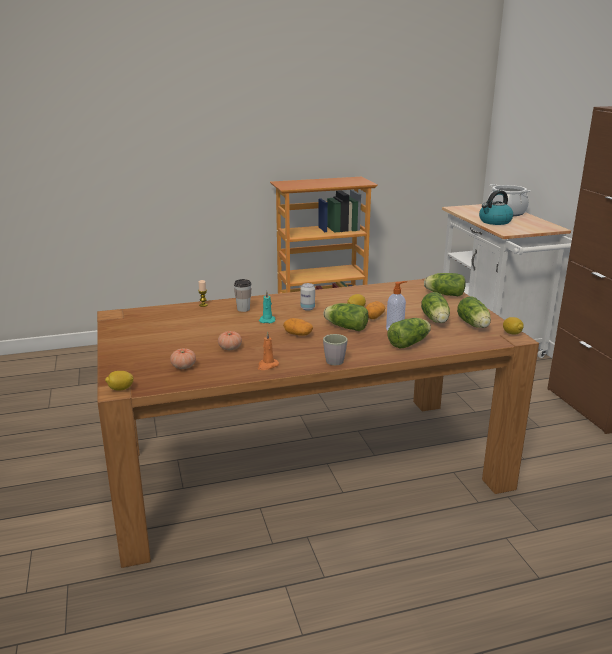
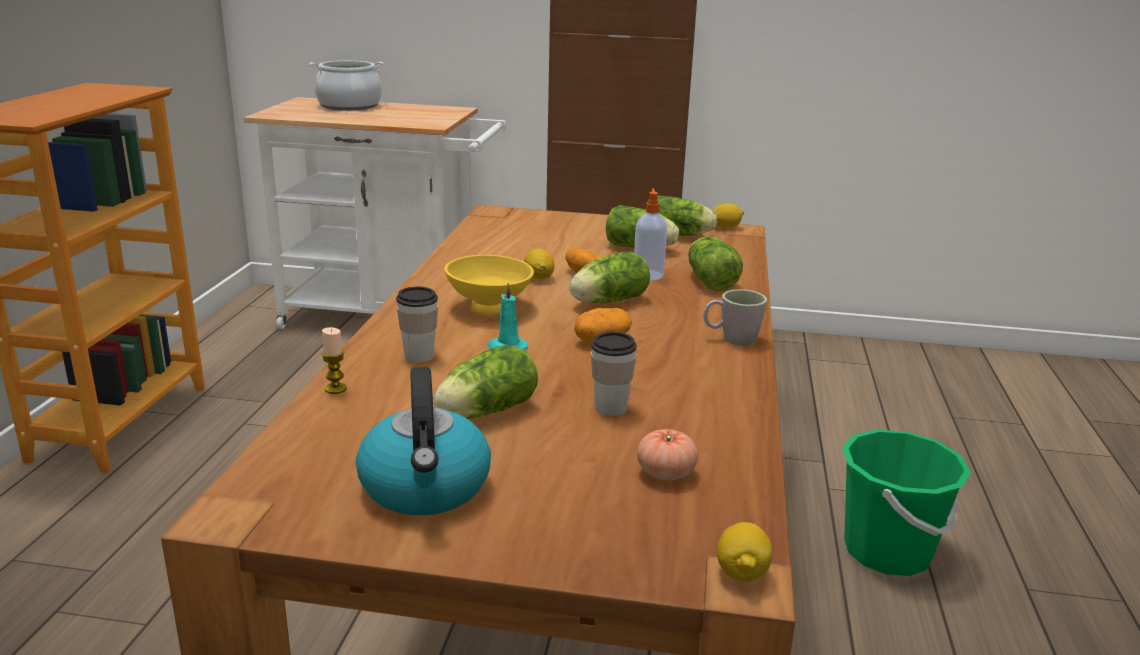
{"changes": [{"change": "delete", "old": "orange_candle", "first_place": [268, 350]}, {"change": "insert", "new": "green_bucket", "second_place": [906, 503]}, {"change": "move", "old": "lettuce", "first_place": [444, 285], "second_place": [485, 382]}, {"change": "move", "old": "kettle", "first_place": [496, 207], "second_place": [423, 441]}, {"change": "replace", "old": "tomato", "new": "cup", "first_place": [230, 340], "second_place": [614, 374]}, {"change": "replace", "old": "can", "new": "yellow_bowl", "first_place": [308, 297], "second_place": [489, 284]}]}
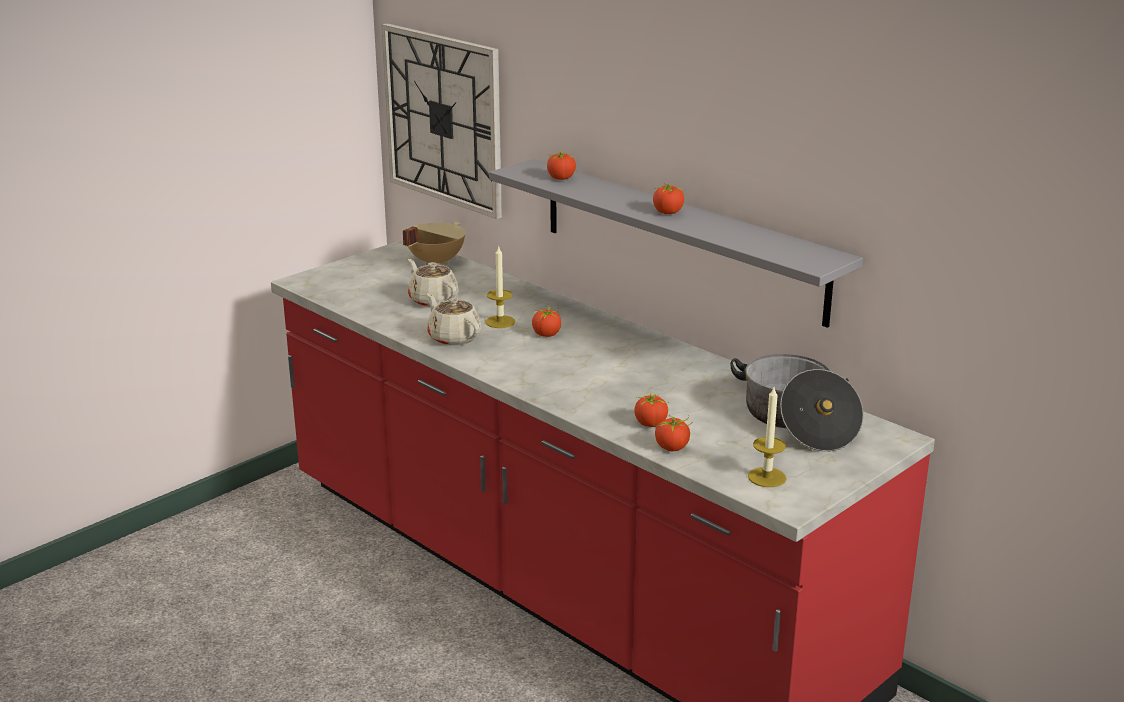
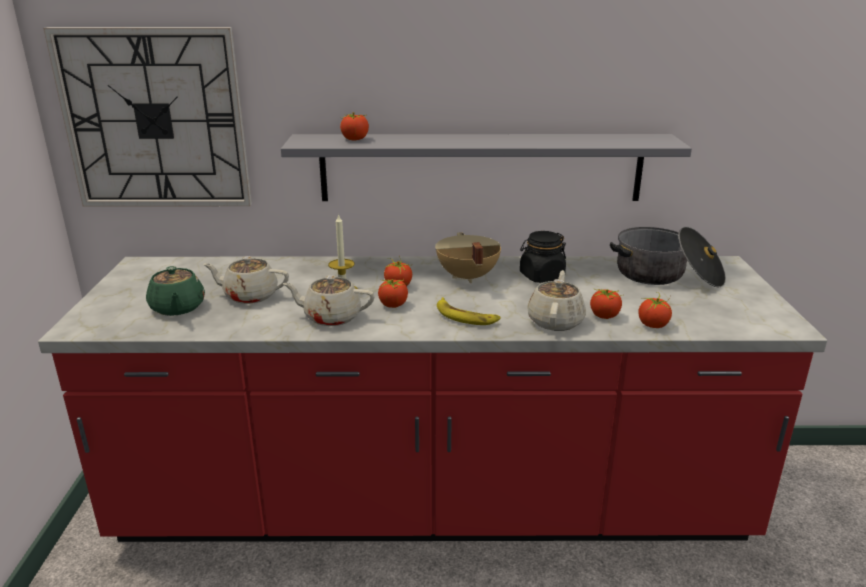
{"changes": [{"change": "delete", "old": "candle", "first_place": [767, 437]}, {"change": "insert", "new": "green_teapot", "second_place": [175, 291]}, {"change": "insert", "new": "banana", "second_place": [469, 311]}, {"change": "insert", "new": "black_jar", "second_place": [543, 257]}, {"change": "insert", "new": "beige_teapot", "second_place": [556, 300]}, {"change": "move", "old": "beige_cooking_pot", "first_place": [434, 243], "second_place": [468, 257]}, {"change": "move", "old": "tomato", "first_place": [668, 198], "second_place": [393, 293]}]}
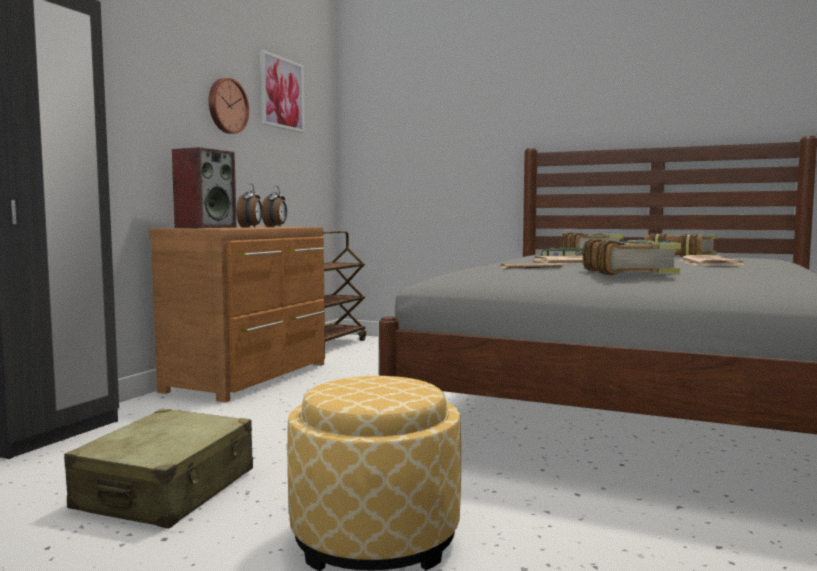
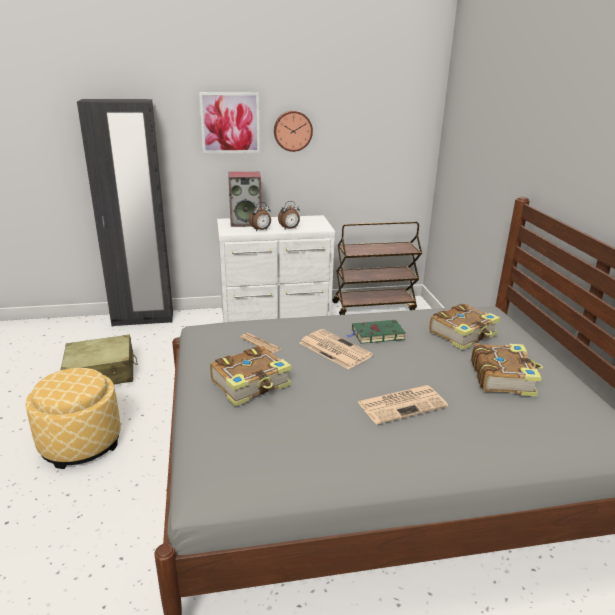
{"changes": [{"change": "move", "old": "picture", "first_place": [282, 91], "second_place": [229, 122]}, {"change": "recolor", "old": "brown_dresser", "new": "white_dresser", "first_place": [237, 314], "second_place": [276, 268]}]}
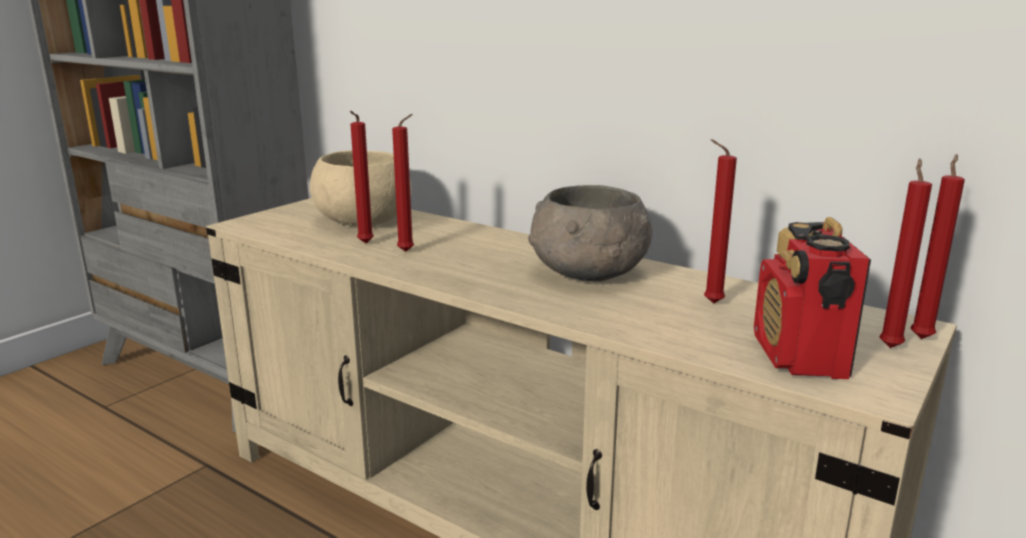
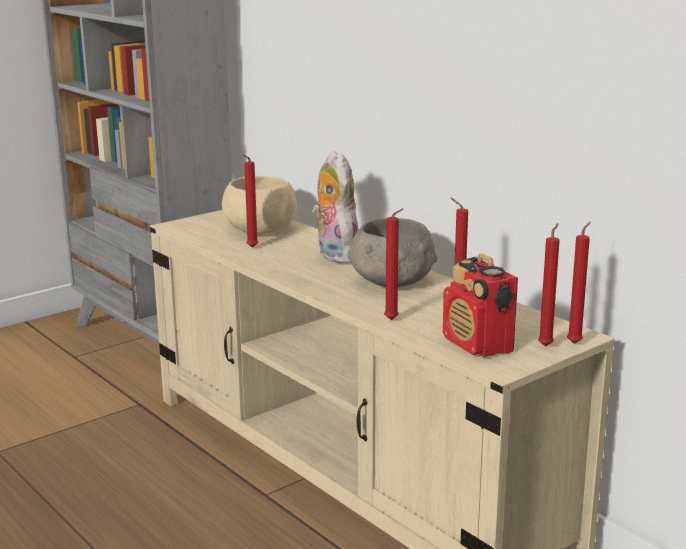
{"changes": [{"change": "insert", "new": "plush_toy", "second_place": [335, 206]}, {"change": "move", "old": "red_candle", "first_place": [403, 183], "second_place": [393, 264]}, {"change": "rotate", "old": "radio", "first_place": [812, 298], "second_place": [480, 305], "degrees": -45}]}
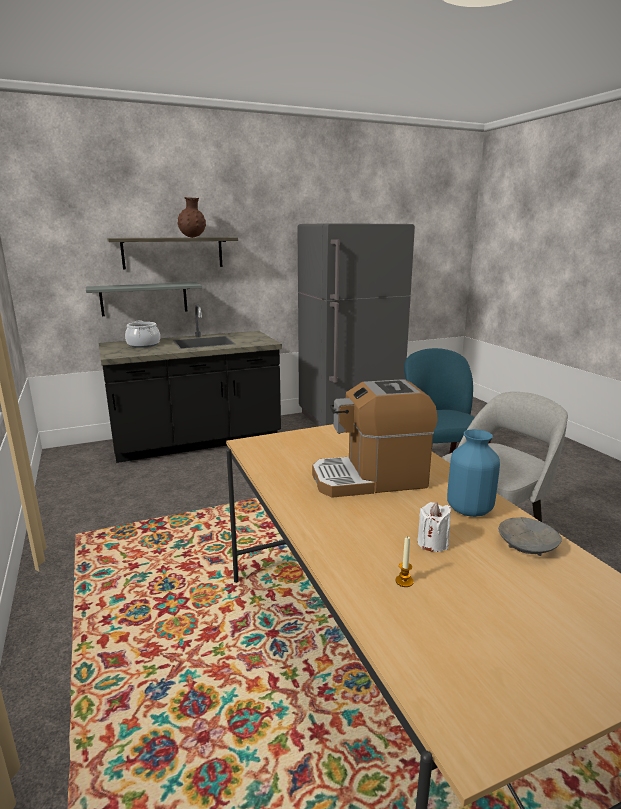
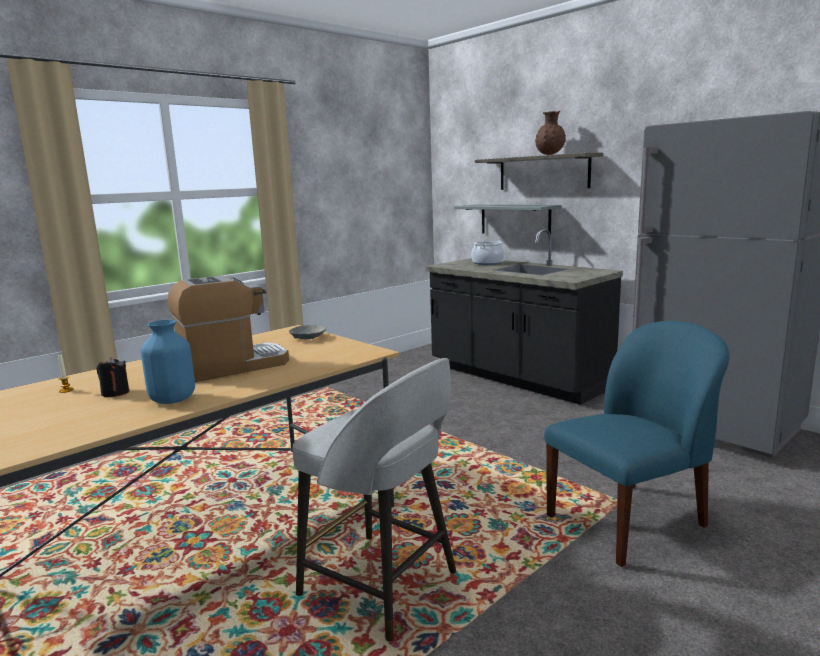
{"changes": [{"change": "move", "old": "grey_bowl", "first_place": [530, 536], "second_place": [307, 332]}, {"change": "recolor", "old": "white_candle", "new": "black_candle", "first_place": [434, 527], "second_place": [113, 377]}, {"change": "rotate", "old": "coffee_machine", "first_place": [375, 438], "second_place": [228, 329], "degrees": 90}]}
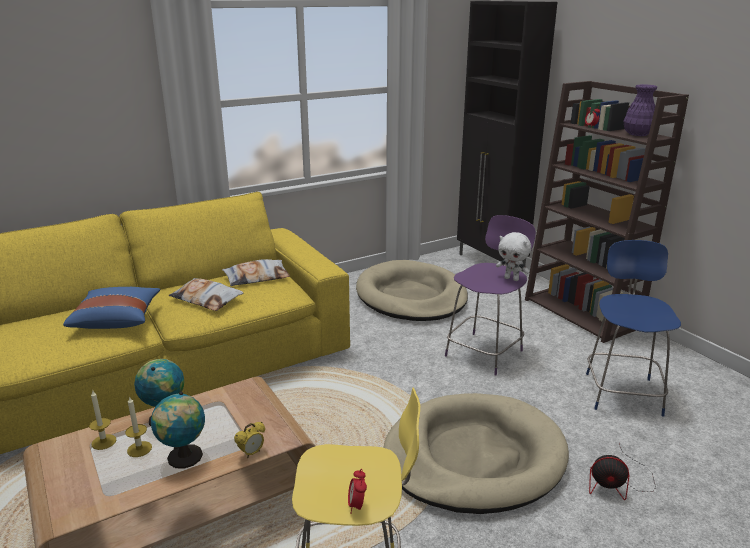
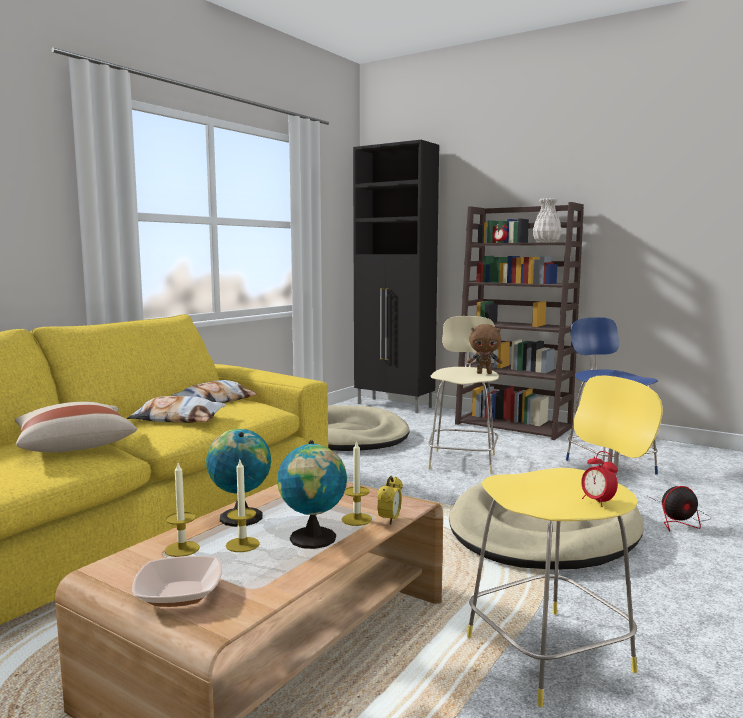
{"changes": [{"change": "insert", "new": "bowl", "second_place": [177, 581]}, {"change": "insert", "new": "candle", "second_place": [357, 483]}, {"change": "recolor", "old": "blue_pillow", "new": "beige_pillow", "first_place": [111, 308], "second_place": [76, 427]}, {"change": "recolor", "old": "purple_stool", "new": "beige_stool", "first_place": [490, 295], "second_place": [463, 395]}, {"change": "recolor", "old": "white_plush_toy", "new": "brown_plush_toy", "first_place": [513, 256], "second_place": [484, 349]}, {"change": "recolor", "old": "purple_vase", "new": "white_vase", "first_place": [640, 110], "second_place": [547, 220]}]}
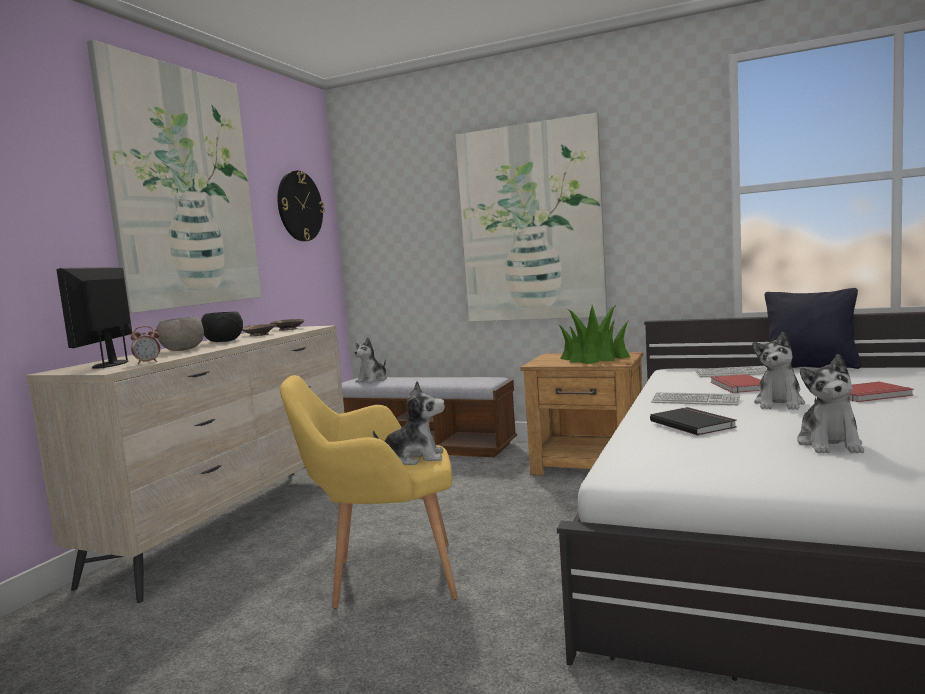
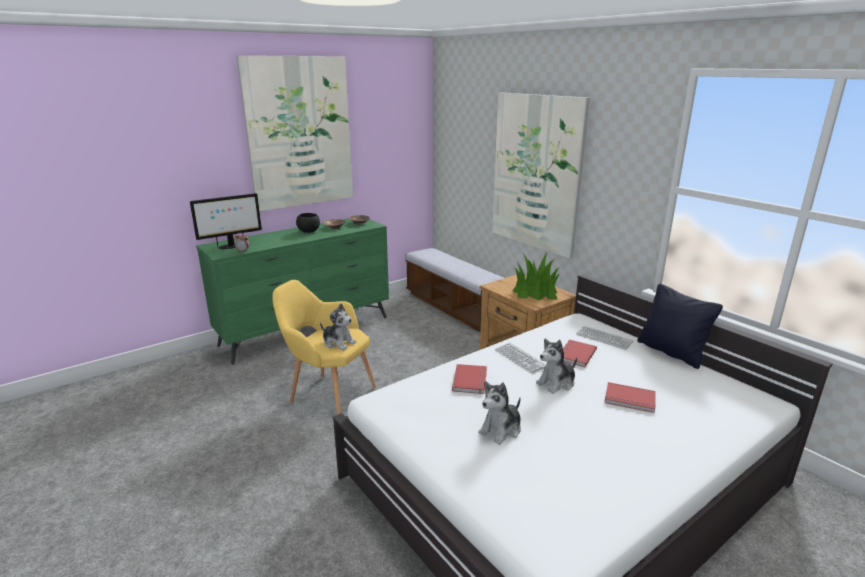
{"changes": [{"change": "delete", "old": "grey_bowl", "first_place": [180, 334]}, {"change": "delete", "old": "wall_clock", "first_place": [301, 206]}, {"change": "delete", "old": "plush_toy", "first_place": [370, 360]}, {"change": "recolor", "old": "beige_dresser", "new": "green_dresser", "first_place": [185, 464], "second_place": [292, 291]}, {"change": "recolor", "old": "black_book", "new": "red_book", "first_place": [693, 421], "second_place": [469, 379]}, {"change": "rotate", "old": "monitor", "first_place": [94, 318], "second_place": [226, 221], "degrees": -150}]}
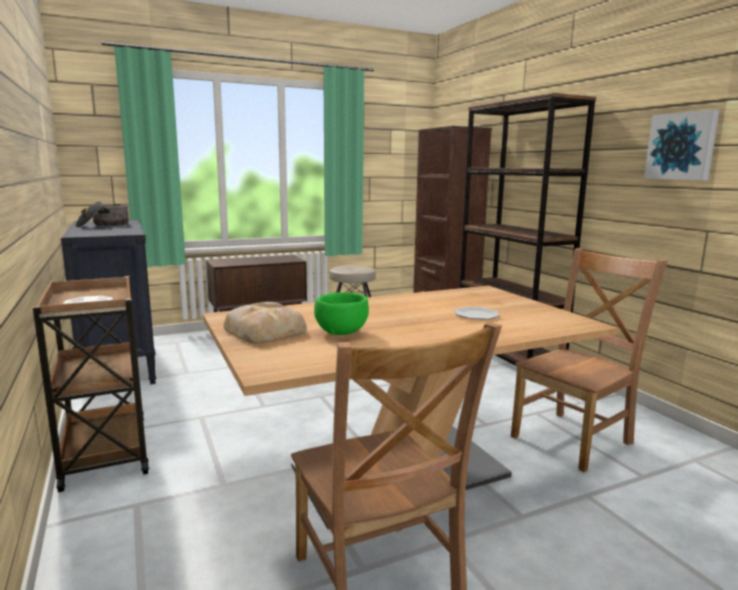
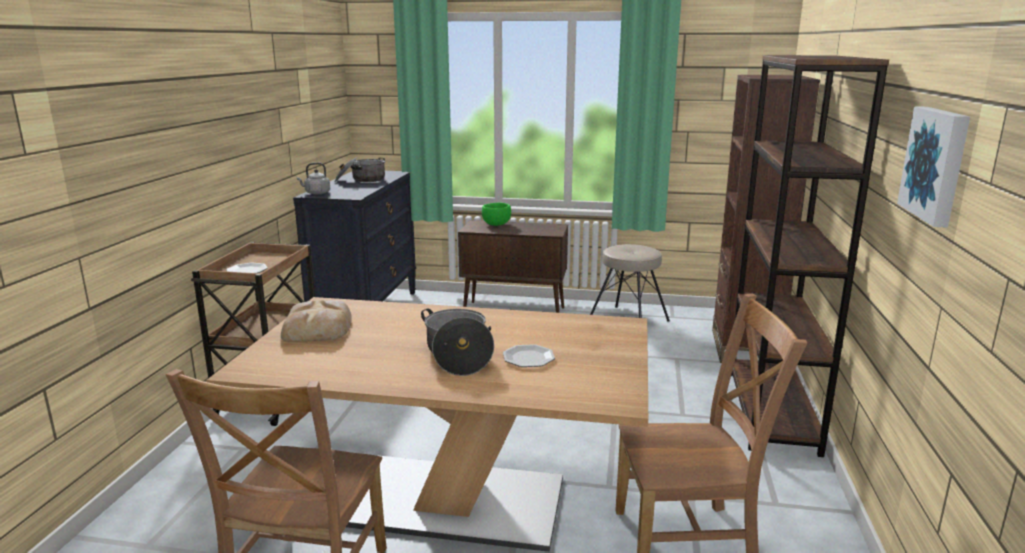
{"changes": [{"change": "insert", "new": "grey_kettle", "second_place": [313, 179]}, {"change": "insert", "new": "cooking_pot", "second_place": [457, 342]}, {"change": "move", "old": "green_bowl", "first_place": [341, 313], "second_place": [496, 214]}]}
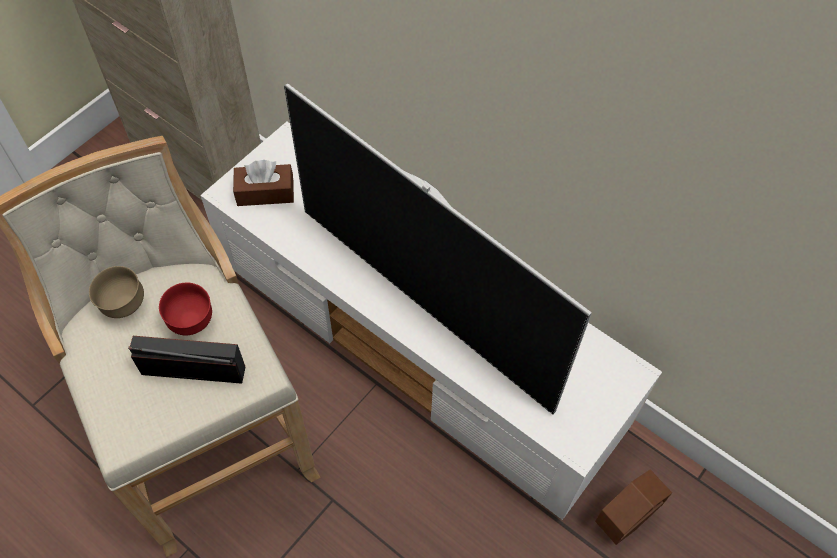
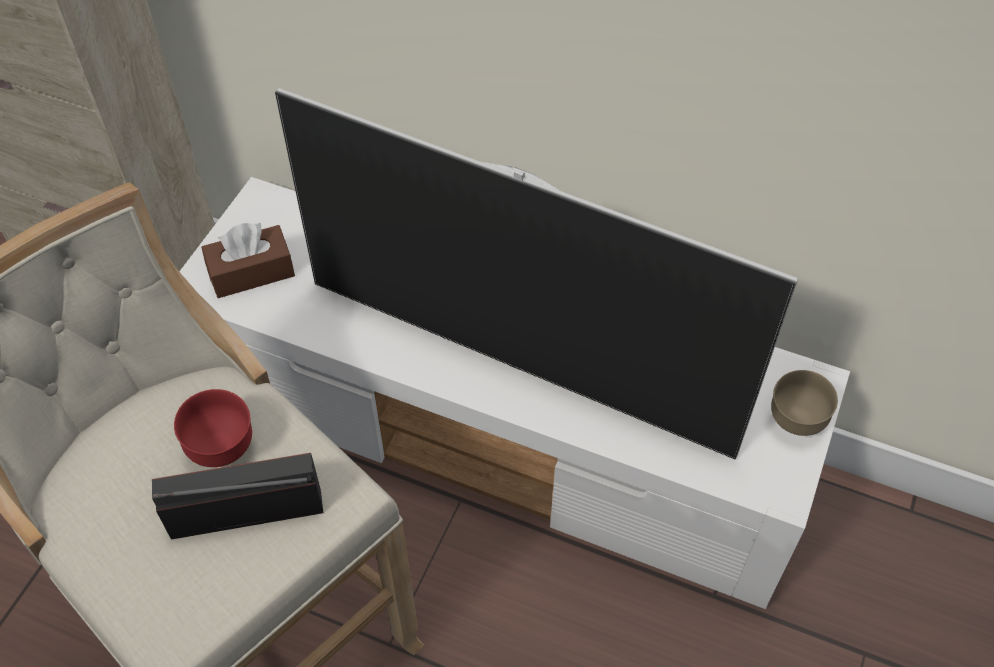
{"changes": [{"change": "delete", "old": "brown_planter", "first_place": [633, 507]}, {"change": "move", "old": "brown_bowl", "first_place": [116, 292], "second_place": [804, 403]}]}
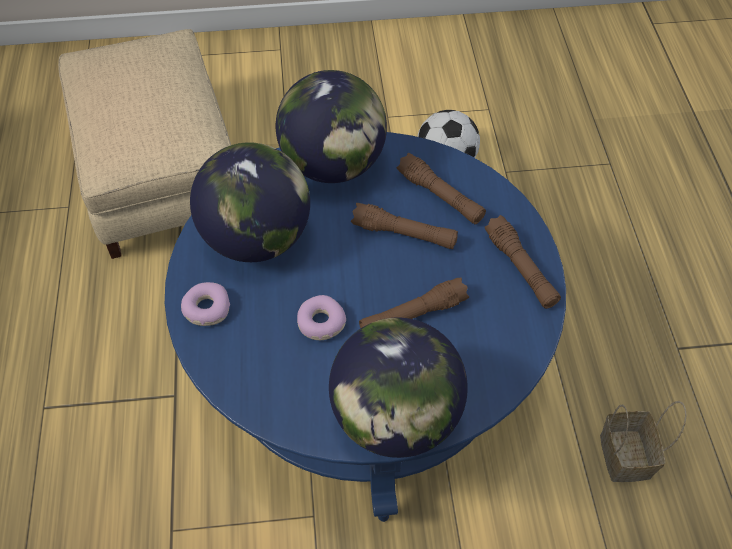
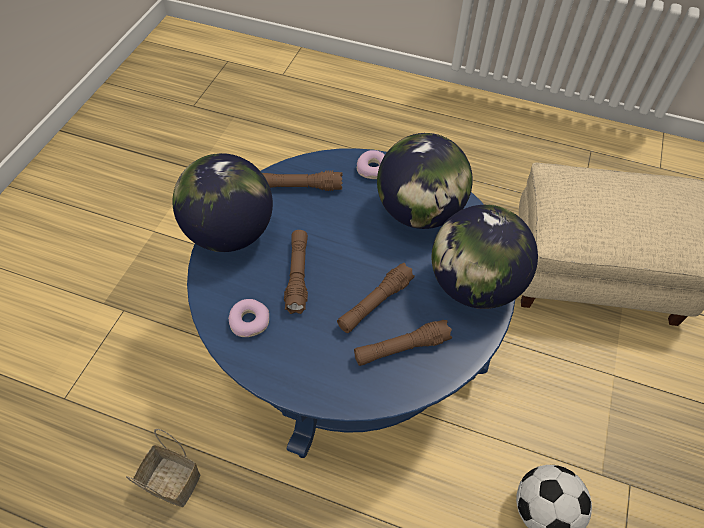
{"changes": [{"change": "move", "old": "donut", "first_place": [321, 317], "second_place": [248, 318]}, {"change": "move", "old": "brown_flashlight", "first_place": [522, 262], "second_place": [302, 181]}]}
